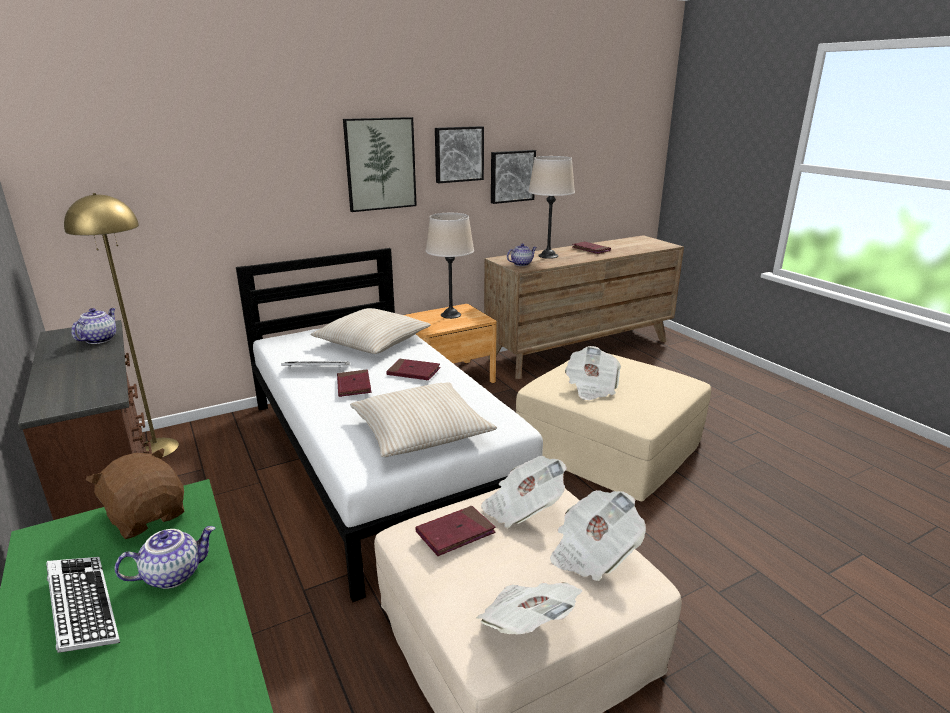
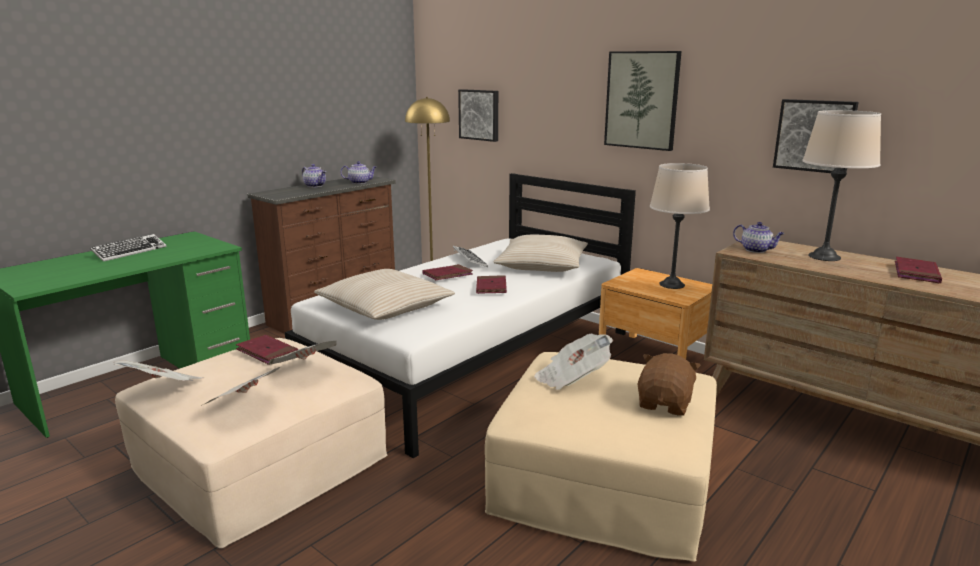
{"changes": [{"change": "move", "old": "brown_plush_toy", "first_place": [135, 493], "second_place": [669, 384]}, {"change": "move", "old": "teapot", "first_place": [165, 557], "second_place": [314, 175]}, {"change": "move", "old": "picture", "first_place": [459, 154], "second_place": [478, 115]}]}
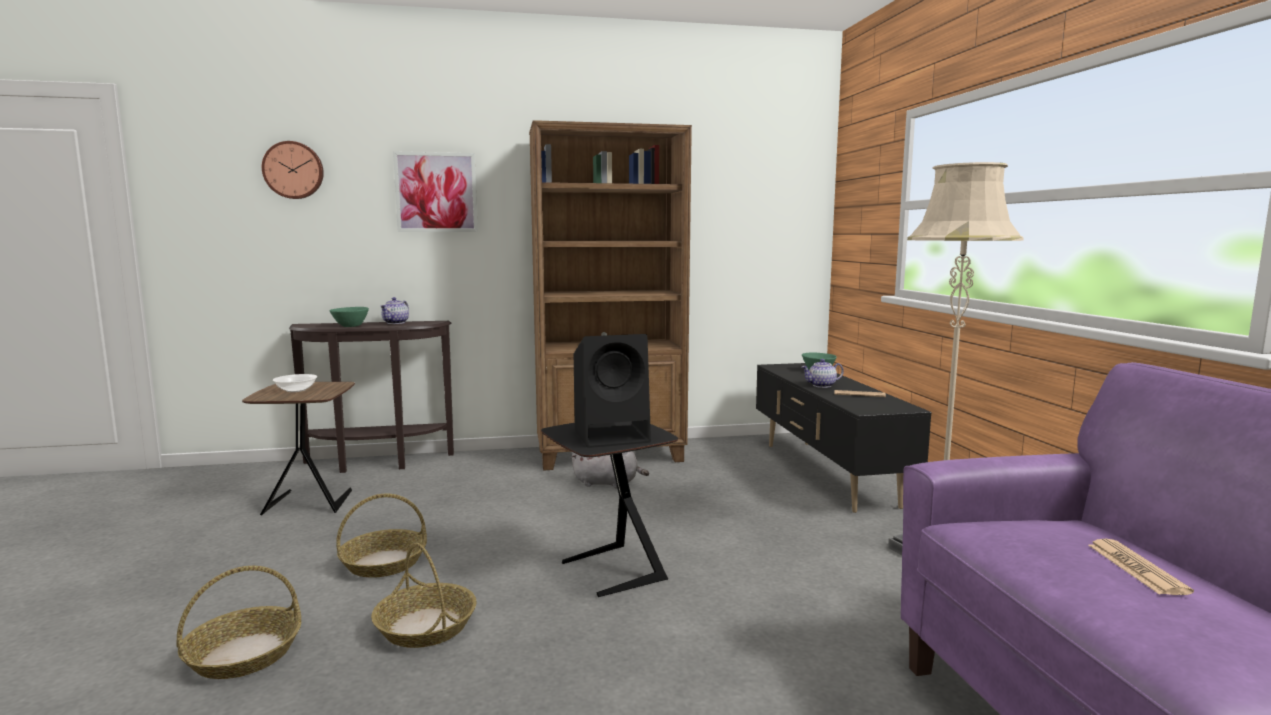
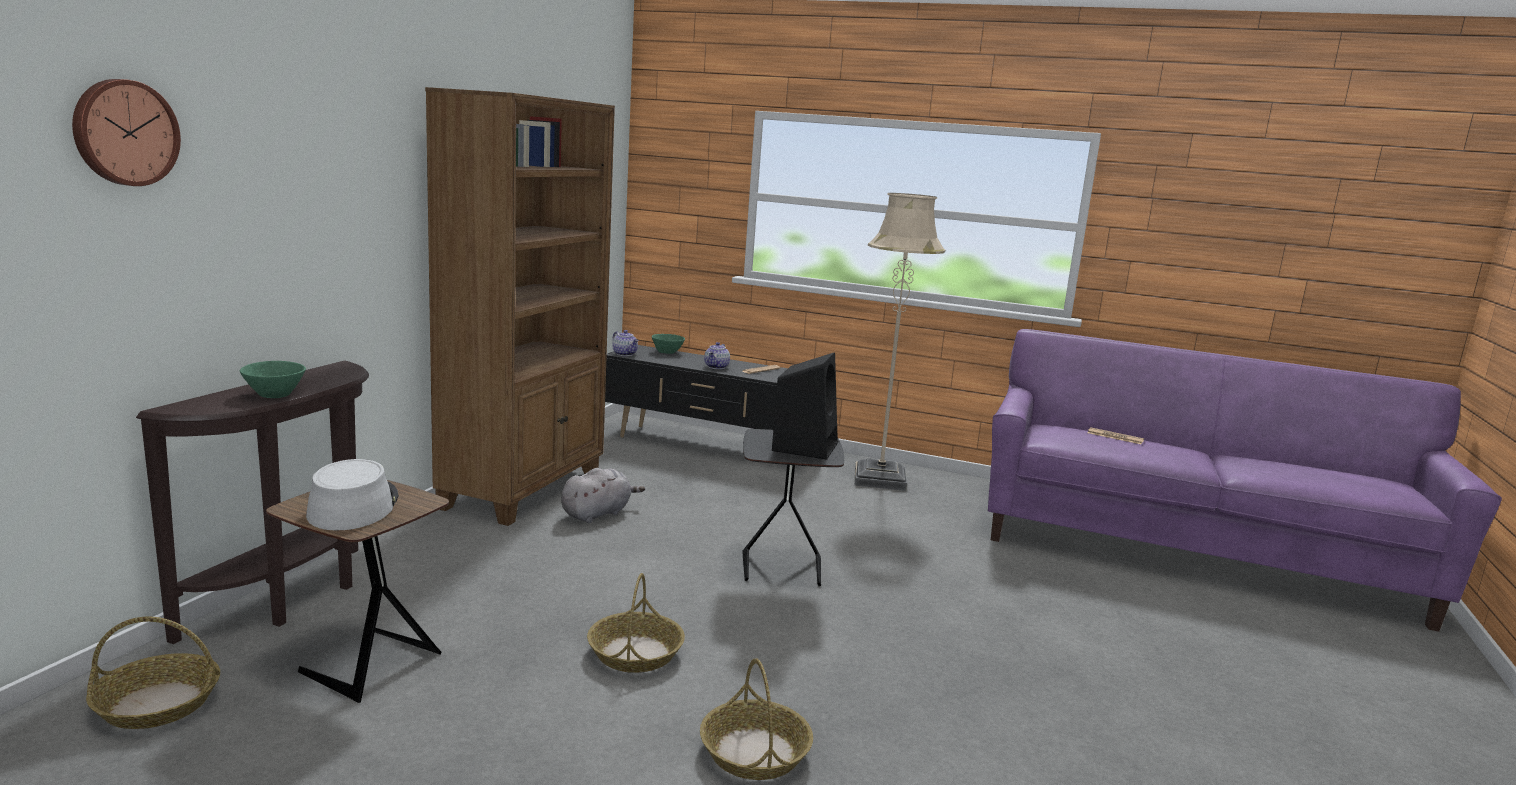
{"changes": [{"change": "delete", "old": "picture", "first_place": [435, 191]}, {"change": "move", "old": "basket", "first_place": [424, 595], "second_place": [153, 672]}, {"change": "move", "old": "teapot", "first_place": [394, 310], "second_place": [625, 343]}, {"change": "replace", "old": "bowl", "new": "grey_hat", "first_place": [295, 383], "second_place": [352, 494]}]}
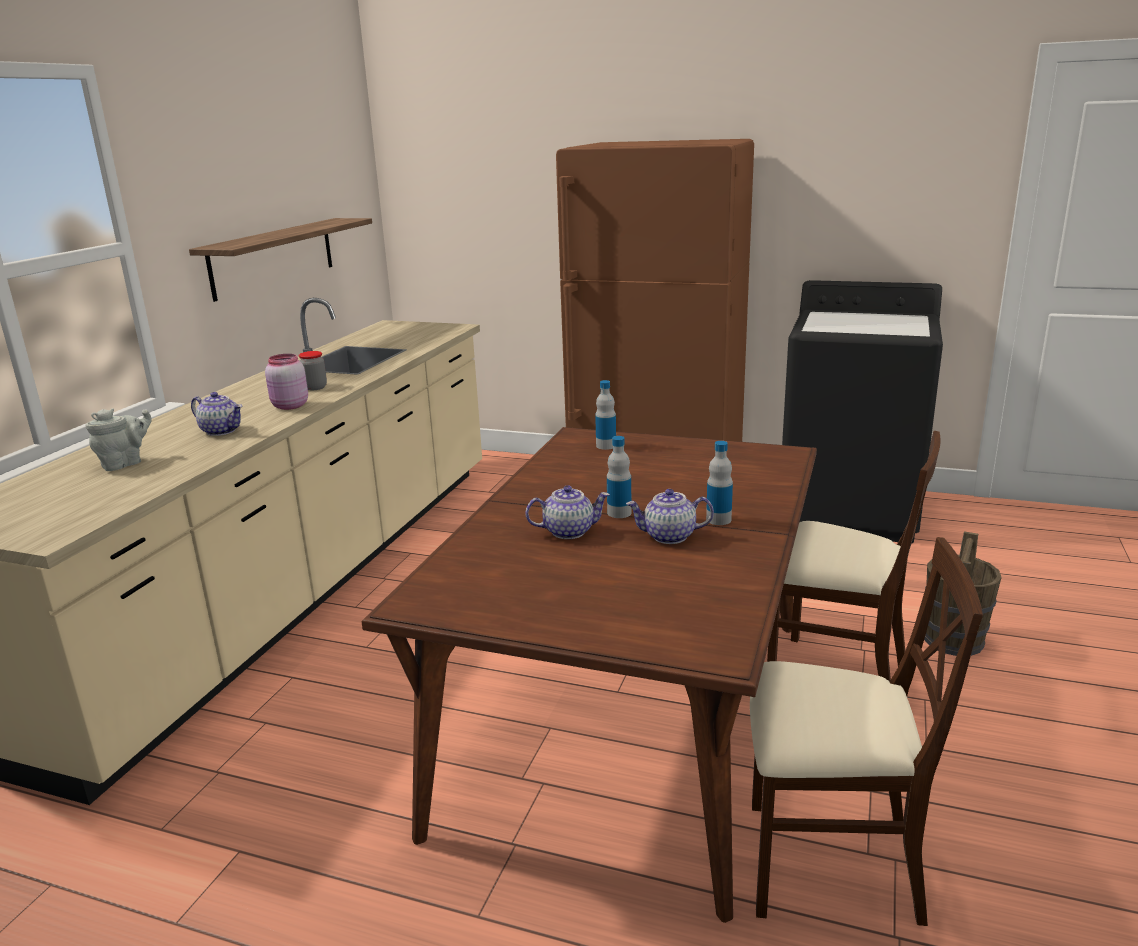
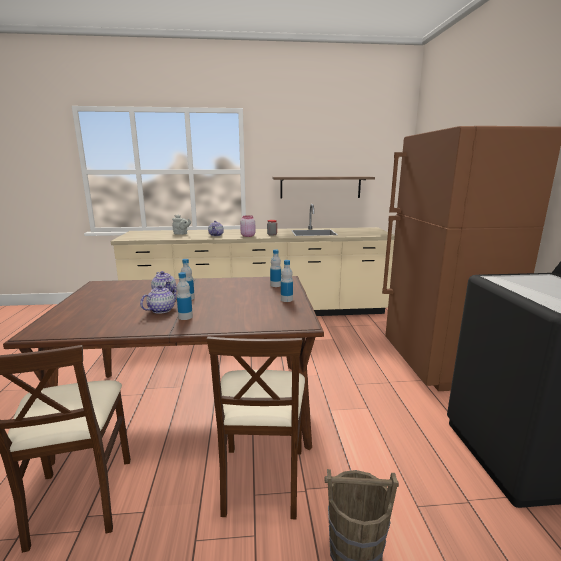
{"changes": [{"change": "insert", "new": "bottle", "second_place": [287, 281]}, {"change": "rotate", "old": "teapot", "first_place": [670, 516], "second_place": [158, 299], "degrees": 60}]}
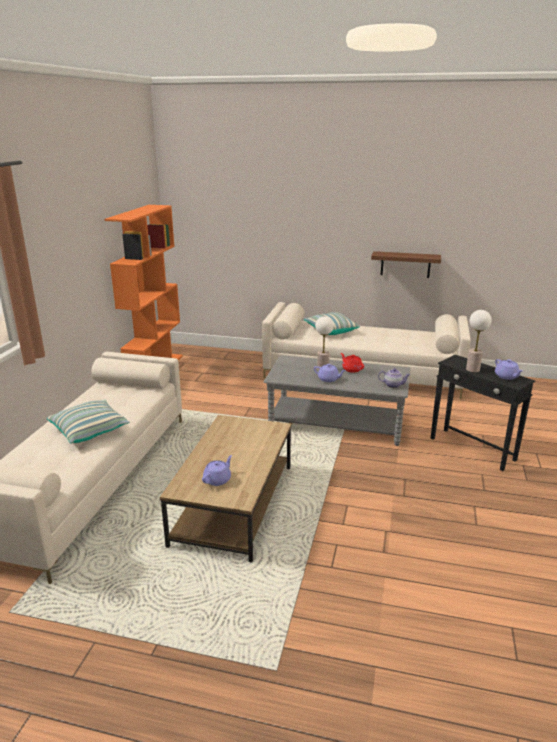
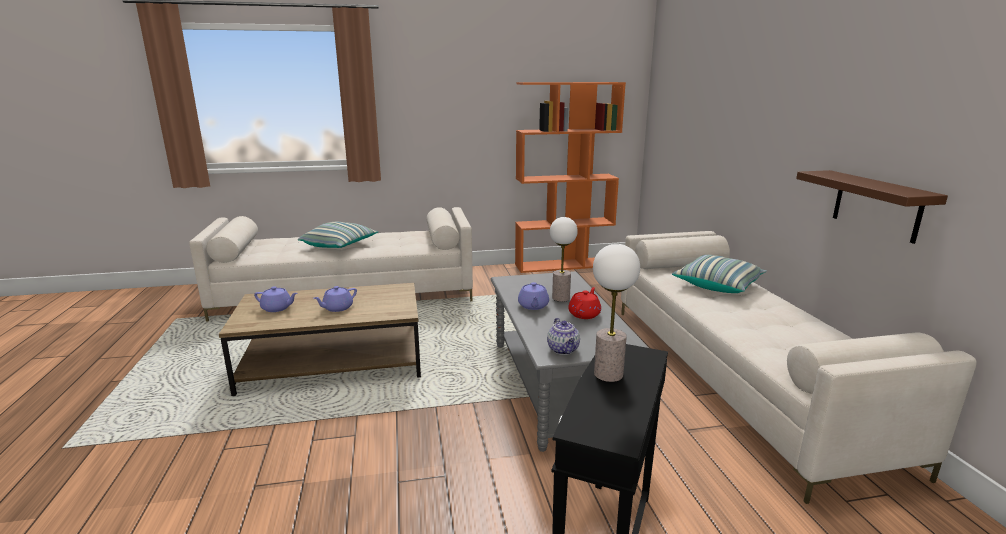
{"changes": [{"change": "move", "old": "purple_teapot", "first_place": [509, 369], "second_place": [335, 299]}]}
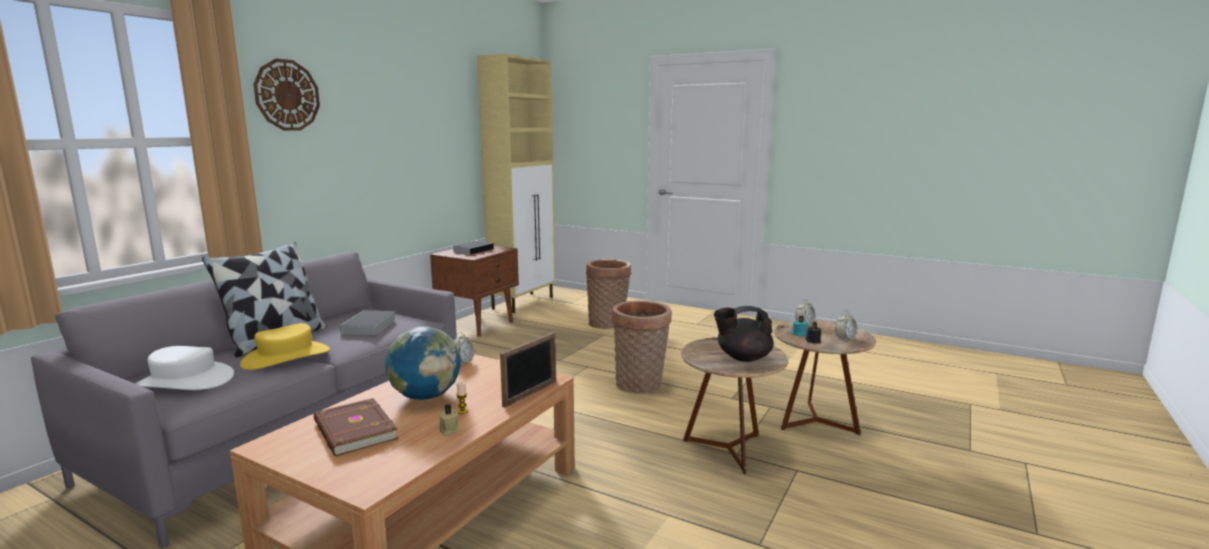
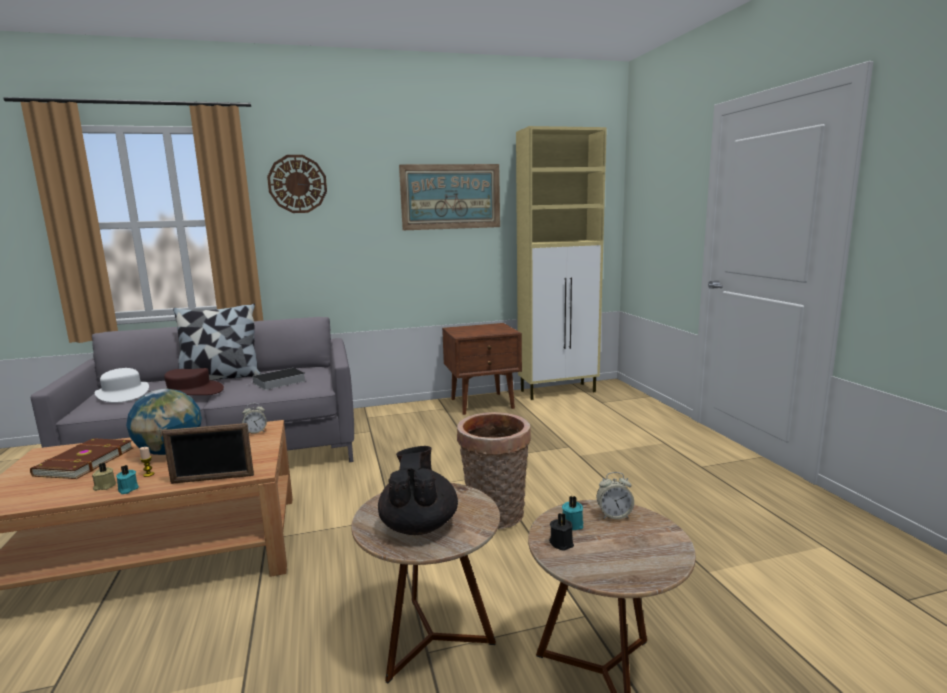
{"changes": [{"change": "delete", "old": "book", "first_place": [473, 248]}, {"change": "delete", "old": "basket", "first_place": [608, 294]}, {"change": "delete", "old": "alarm_clock", "first_place": [846, 325]}, {"change": "insert", "new": "turquoise_candle", "second_place": [127, 479]}, {"change": "insert", "new": "picture", "second_place": [449, 197]}, {"change": "recolor", "old": "yellow_hat", "new": "brown_hat", "first_place": [285, 346], "second_place": [194, 381]}, {"change": "rotate", "old": "black_teapot", "first_place": [744, 334], "second_place": [418, 490], "degrees": 45}]}
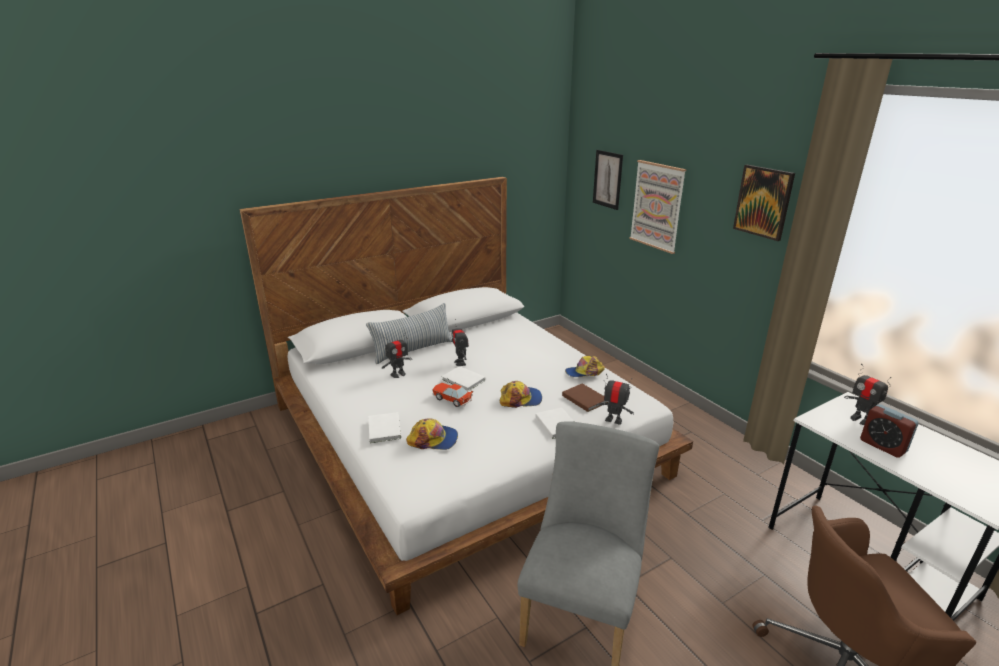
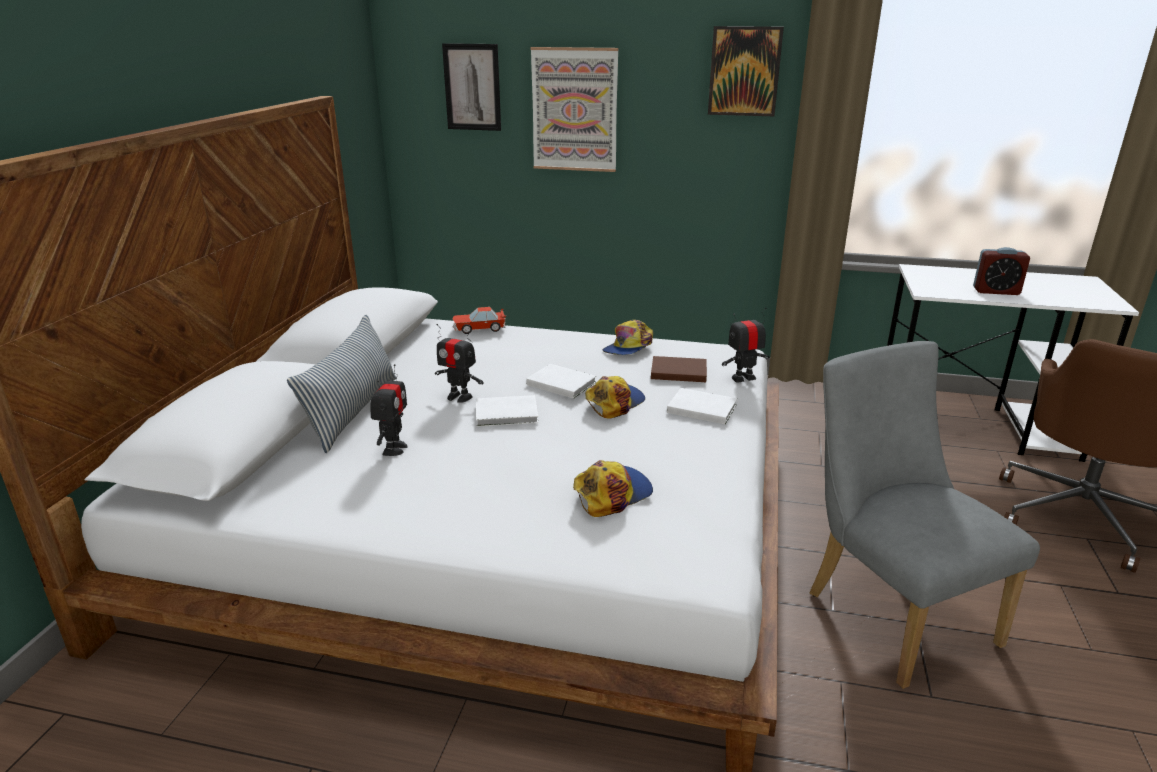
{"changes": [{"change": "delete", "old": "toy_robot", "first_place": [867, 394]}, {"change": "move", "old": "white_book", "first_place": [384, 427], "second_place": [561, 381]}, {"change": "move", "old": "toy_car", "first_place": [452, 395], "second_place": [479, 320]}]}
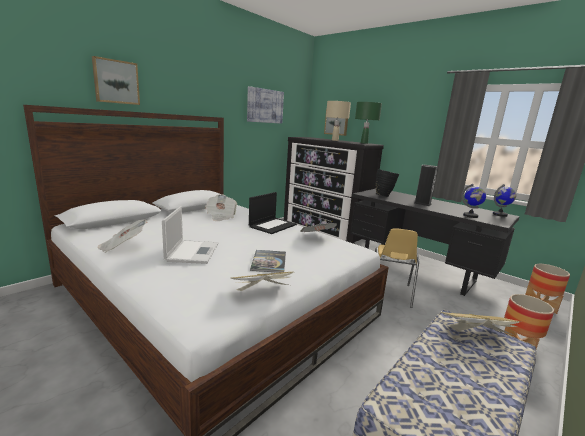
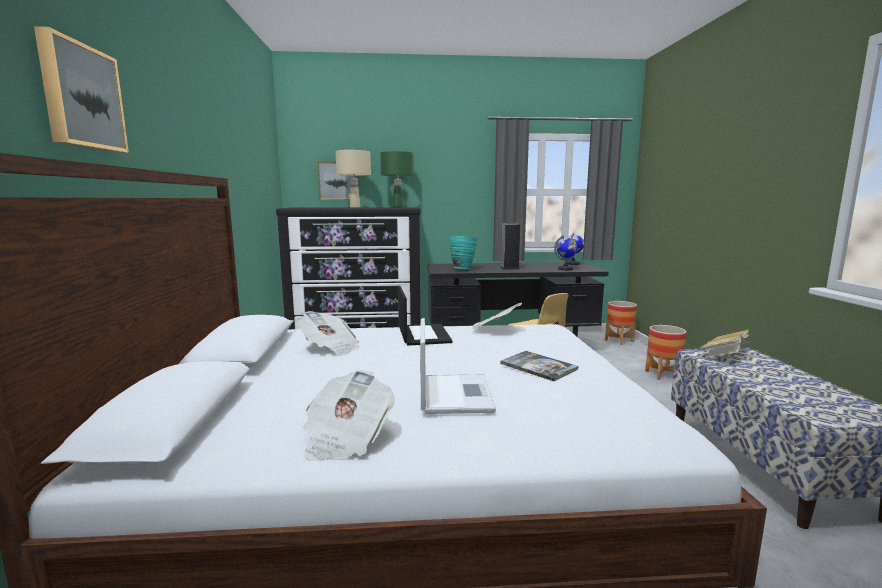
{"changes": [{"change": "delete", "old": "book", "first_place": [262, 281]}, {"change": "delete", "old": "picture", "first_place": [265, 105]}, {"change": "recolor", "old": "black_vase", "new": "turquoise_vase", "first_place": [387, 183], "second_place": [464, 252]}, {"change": "rotate", "old": "laptop", "first_place": [190, 235], "second_place": [458, 366], "degrees": 45}]}
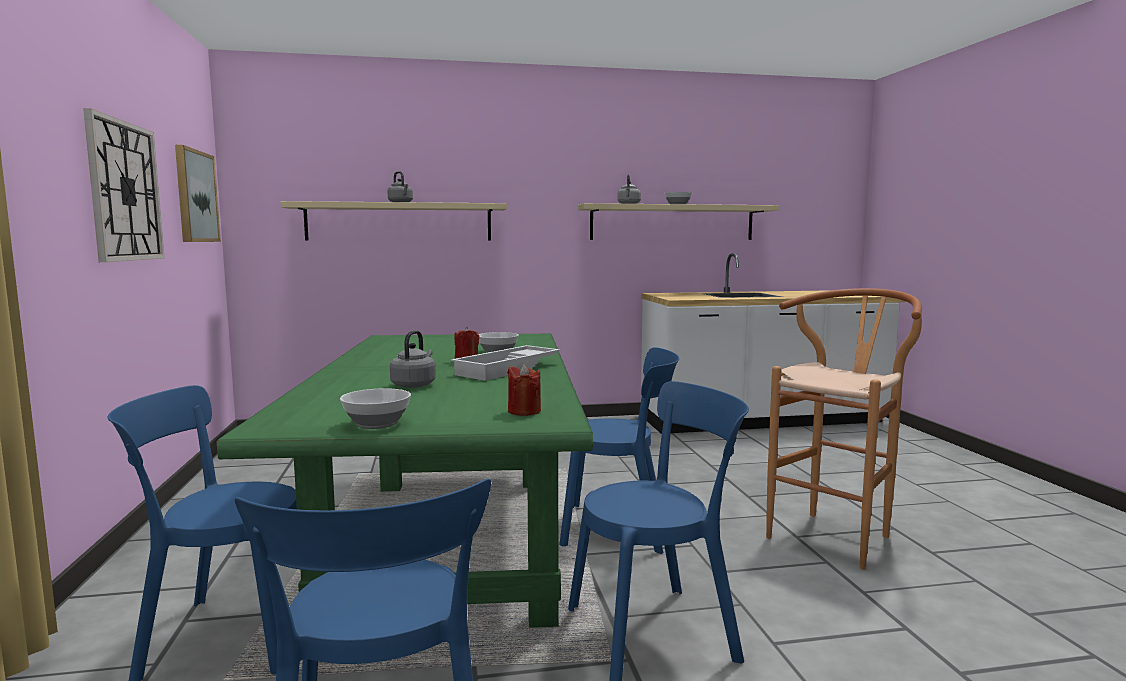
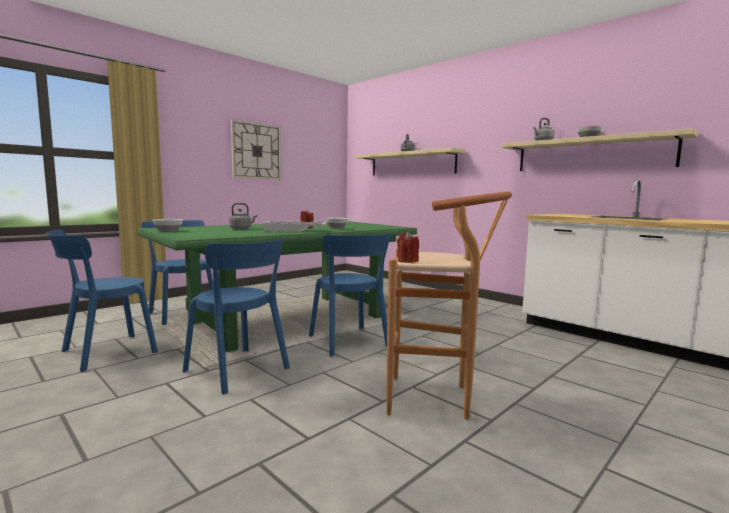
{"changes": [{"change": "delete", "old": "picture", "first_place": [198, 193]}, {"change": "move", "old": "red_candle", "first_place": [524, 390], "second_place": [408, 247]}]}
